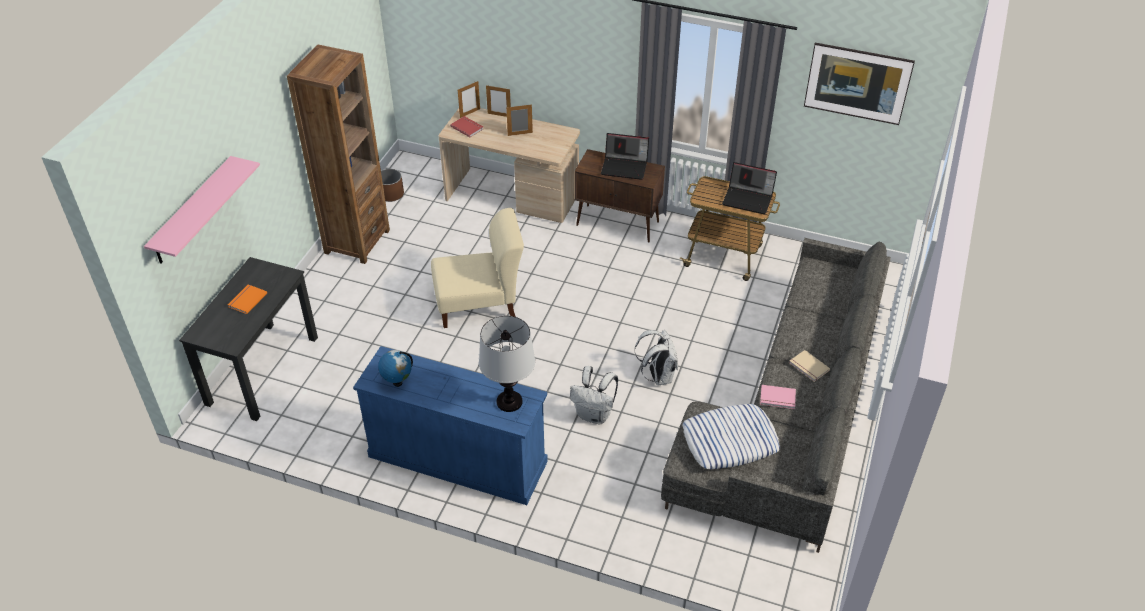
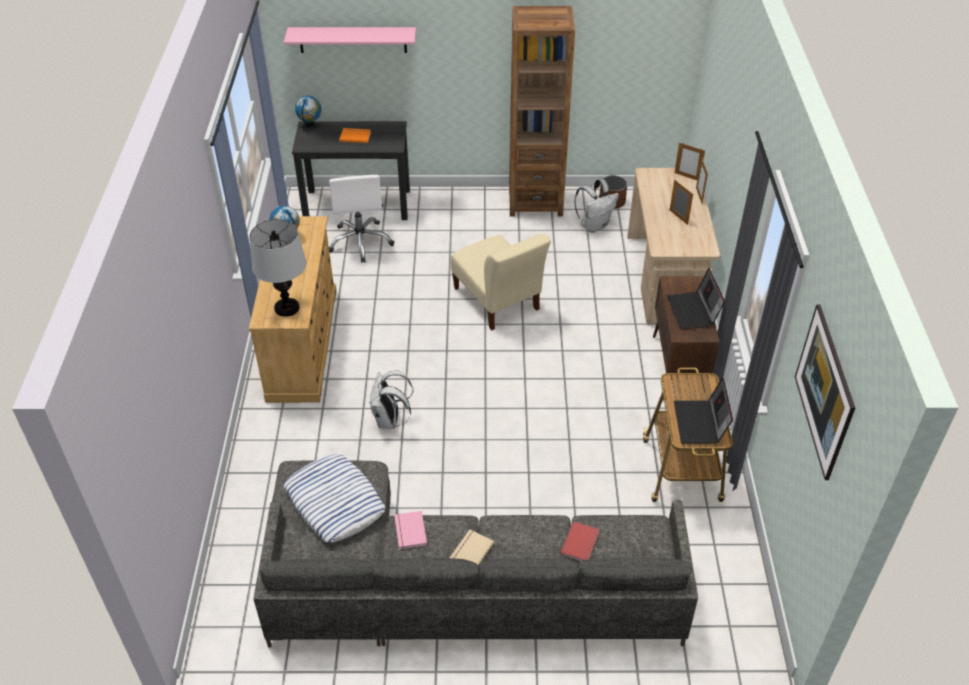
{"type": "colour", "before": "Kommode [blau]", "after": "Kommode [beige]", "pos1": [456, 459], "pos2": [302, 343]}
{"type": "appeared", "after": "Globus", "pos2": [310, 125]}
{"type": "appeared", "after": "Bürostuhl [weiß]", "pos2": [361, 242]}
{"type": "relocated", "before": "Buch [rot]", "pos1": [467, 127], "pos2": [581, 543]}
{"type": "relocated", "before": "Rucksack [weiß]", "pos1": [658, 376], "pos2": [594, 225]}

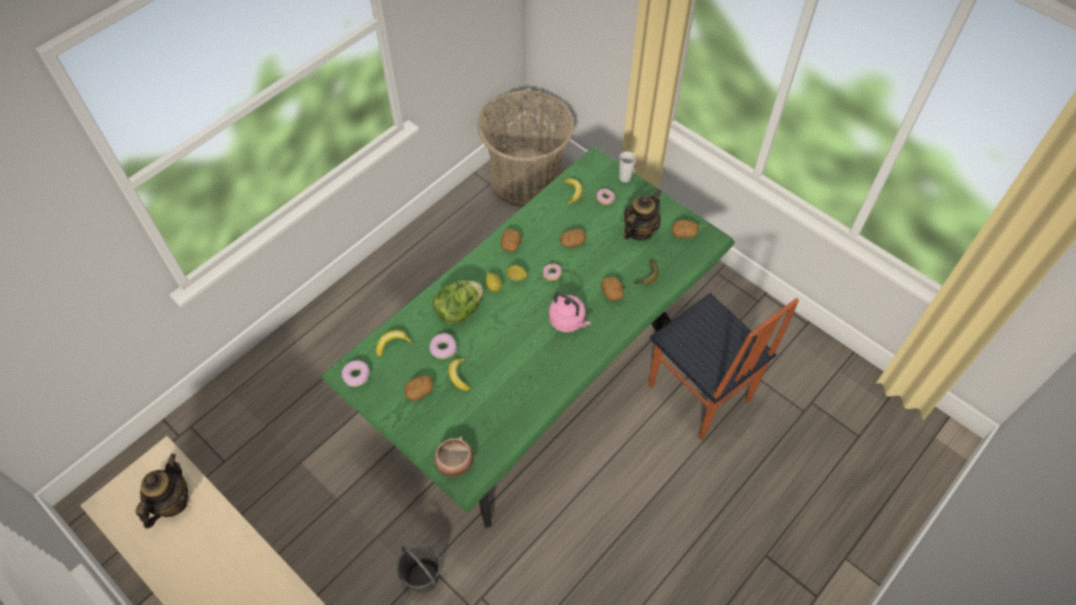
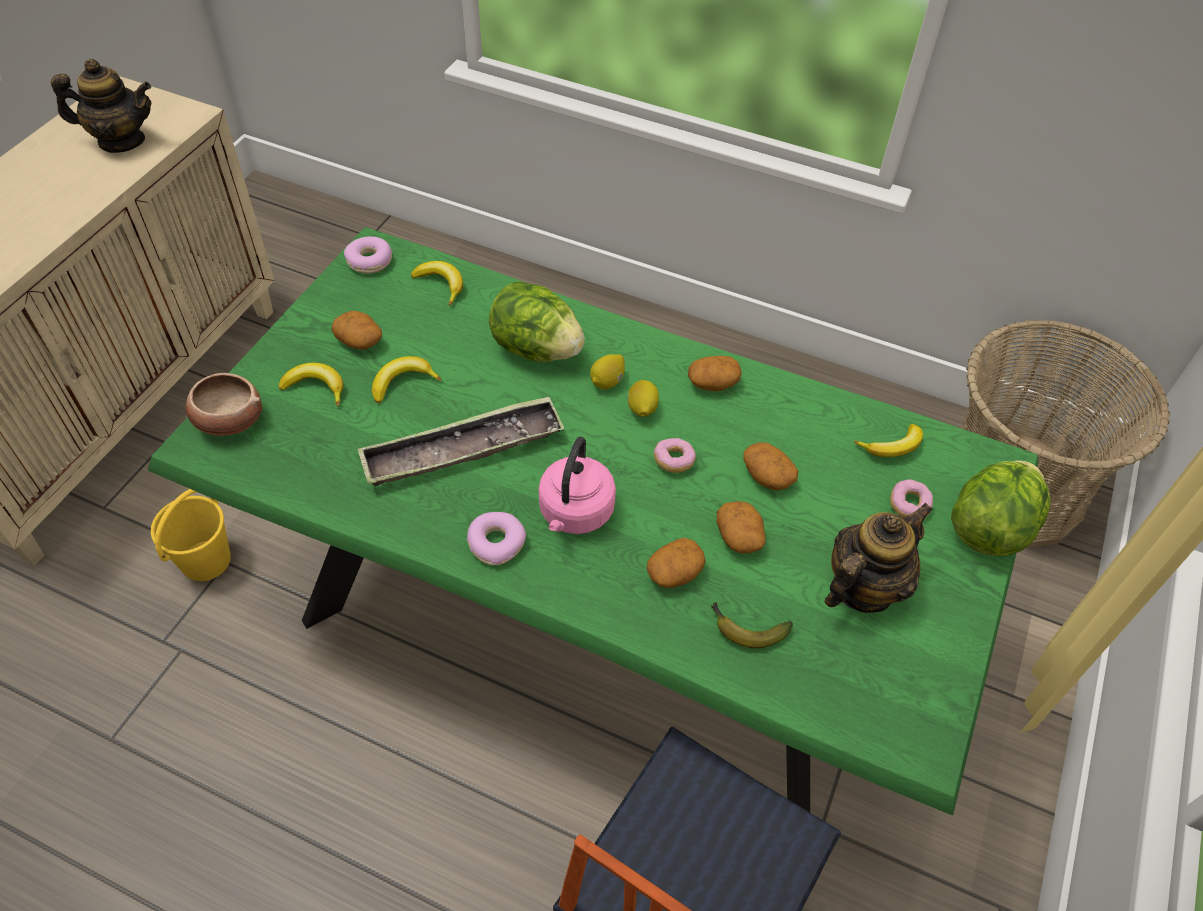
{"type": "colour", "before": "Eimer [grau]", "after": "Eimer [gelb]", "pos1": [423, 578], "pos2": [205, 561]}
{"type": "appeared", "after": "Banane", "pos2": [316, 387]}
{"type": "appeared", "after": "Tablett", "pos2": [462, 449]}
{"type": "relocated", "before": "Donut", "pos1": [443, 348], "pos2": [496, 542]}
{"type": "relocated", "before": "Kartoffel", "pos1": [684, 233], "pos2": [739, 537]}
{"type": "spun", "before": "Teekanne", "pos1": [639, 230], "pos2": [862, 587], "turn": -60}
{"type": "exchanged", "before": "Tasse", "after": "Salatkopf", "pos1": [625, 178], "pos2": [989, 528]}

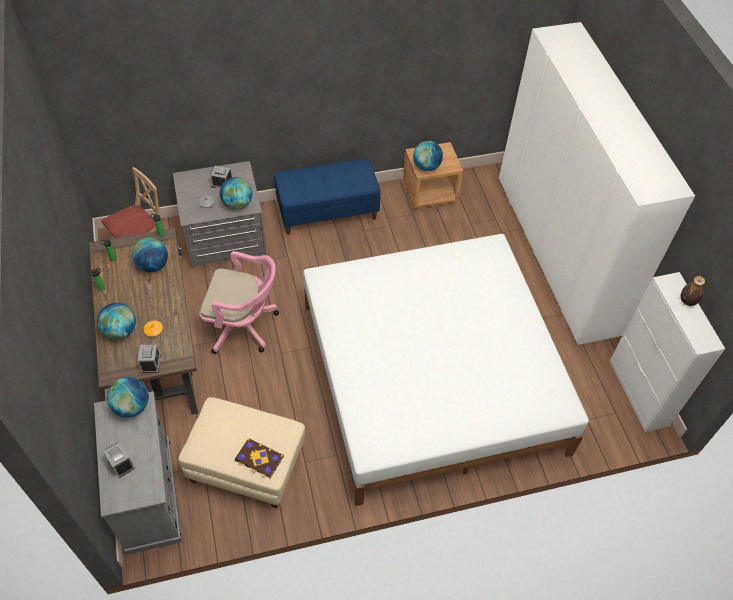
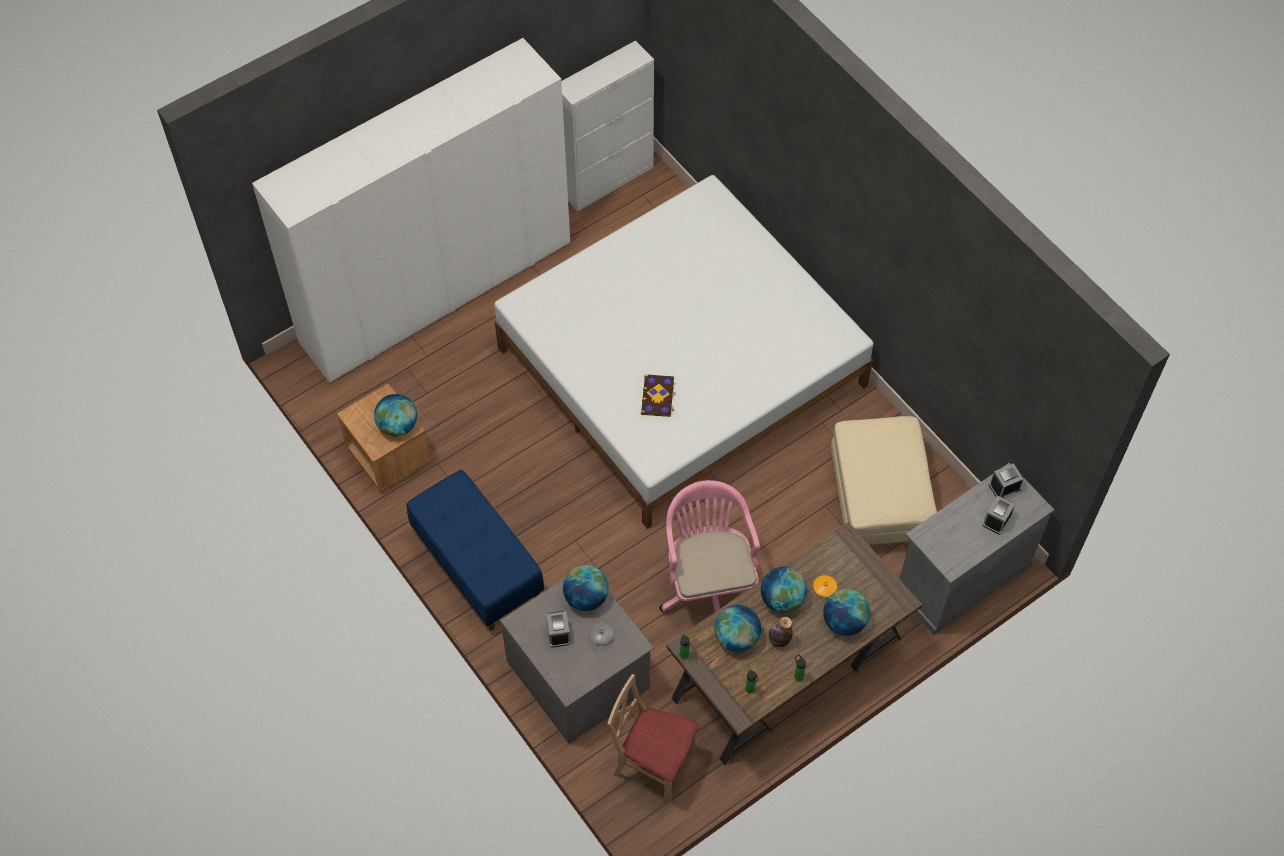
{"type": "relocated", "before": "Buch", "pos1": [259, 459], "pos2": [658, 396]}
{"type": "relocated", "before": "Globus", "pos1": [132, 406], "pos2": [782, 599]}
{"type": "relocated", "before": "Flasche", "pos1": [687, 301], "pos2": [779, 640]}
{"type": "relocated", "before": "Wecker", "pos1": [151, 363], "pos2": [1004, 487]}

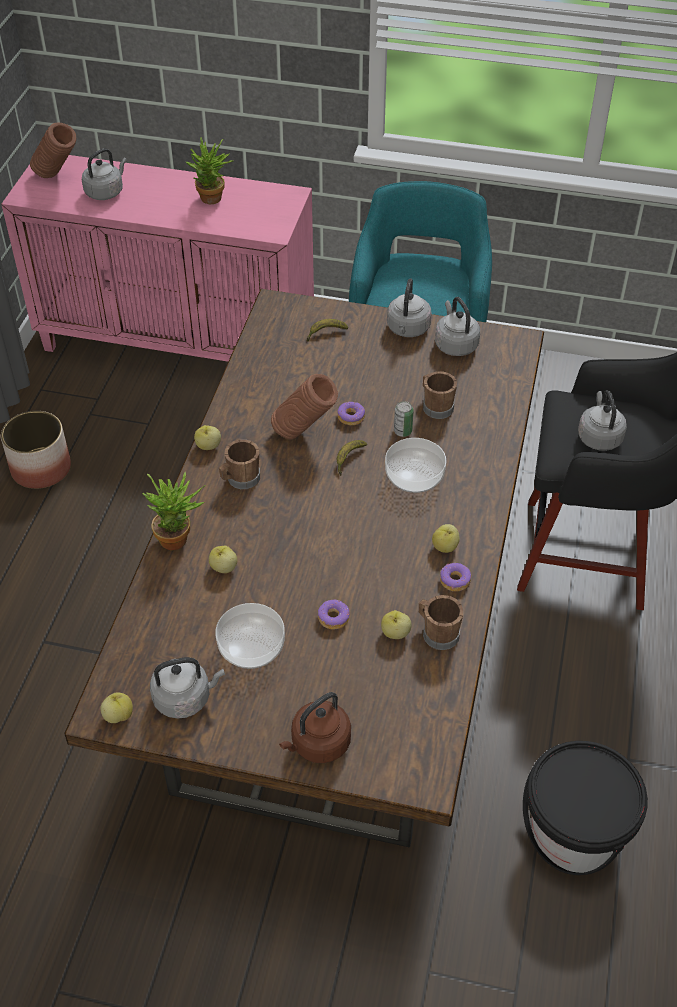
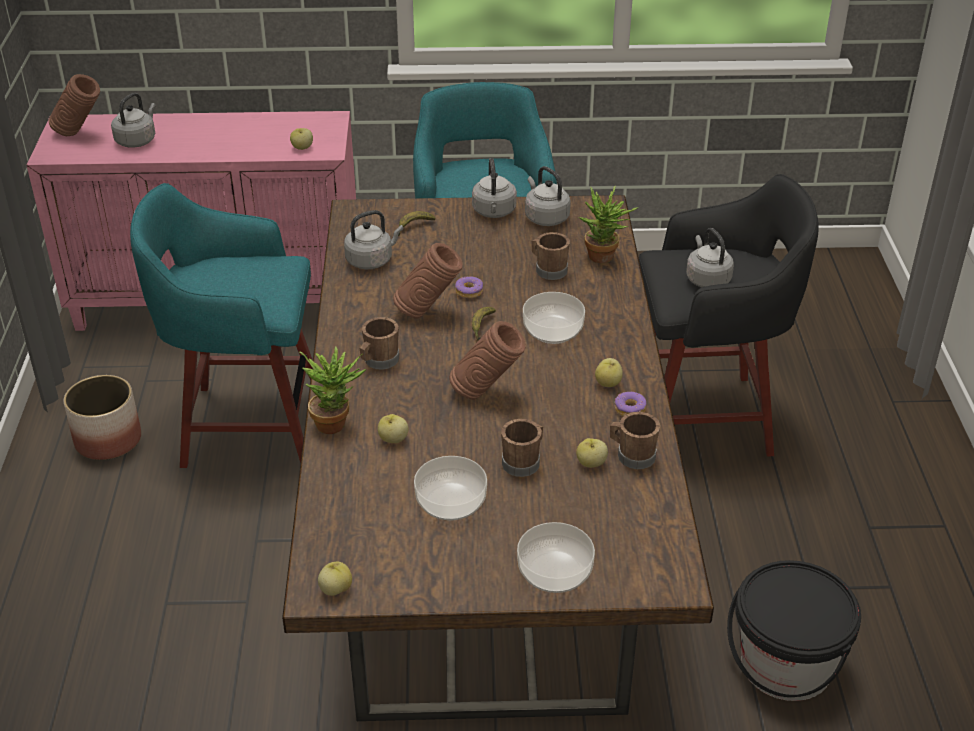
{"type": "appeared", "after": "Hocker [türkis]", "pos2": [247, 426]}
{"type": "relocated", "before": "Apfel", "pos1": [208, 446], "pos2": [302, 148]}
{"type": "relocated", "before": "Wasserkessel [grau]", "pos1": [185, 698], "pos2": [371, 260]}
{"type": "appeared", "after": "Vase [braun]", "pos2": [487, 393]}
{"type": "exchanged", "before": "Donut", "after": "Henkelbecher [braun]", "pos1": [333, 618], "pos2": [523, 462]}
{"type": "exchanged", "before": "Wasserkessel [braun]", "after": "Schüssel", "pos1": [318, 744], "pos2": [555, 573]}
{"type": "relocated", "before": "Topfpflanze", "pos1": [212, 201], "pos2": [604, 259]}
{"type": "missing", "before": "Dose", "pos1": [402, 431]}

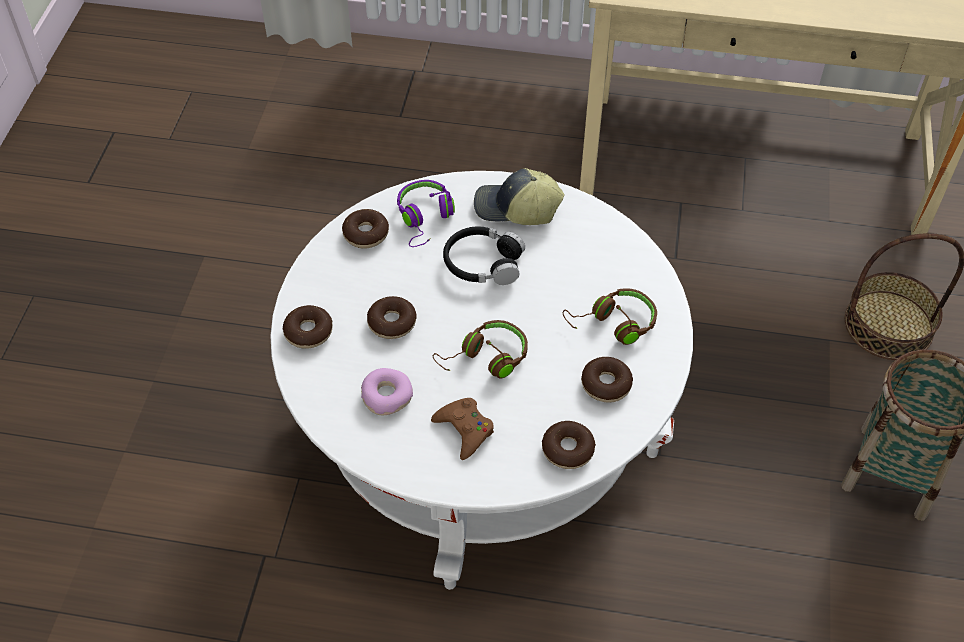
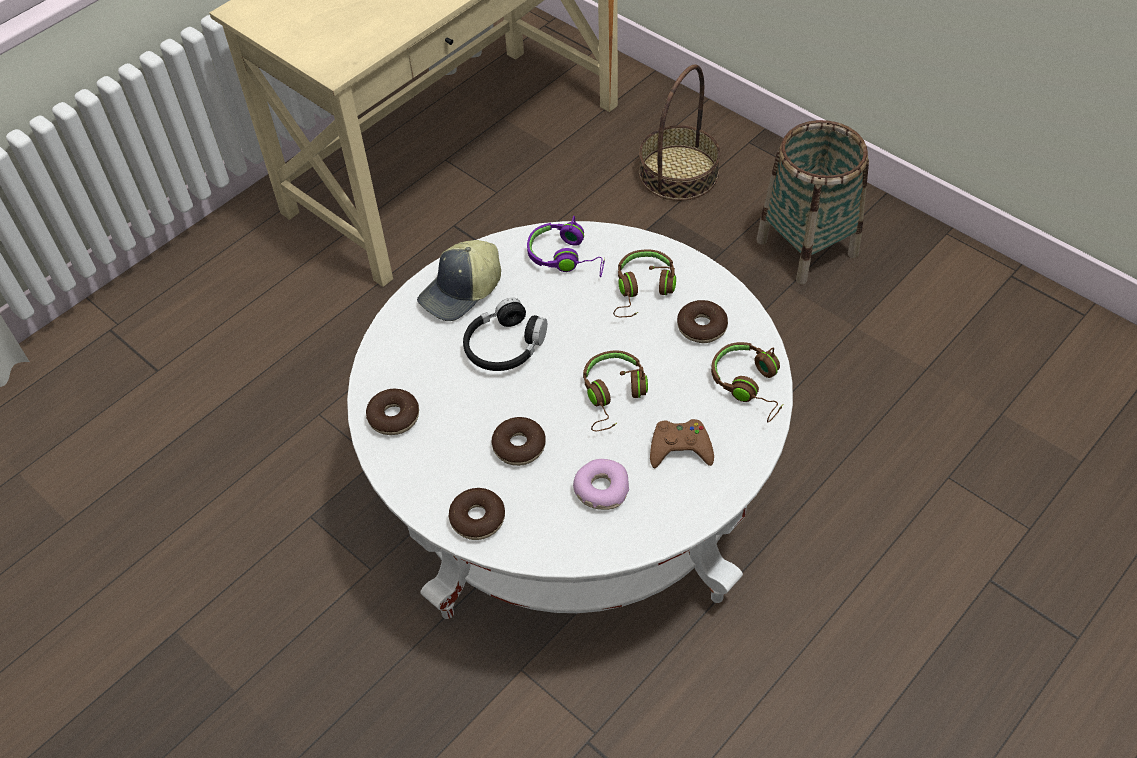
{"type": "relocated", "before": "Kopfhörer [lila]", "pos1": [425, 218], "pos2": [567, 257]}
{"type": "exchanged", "before": "Donut", "after": "Kopfhörer [braun]", "pos1": [567, 450], "pos2": [750, 386]}

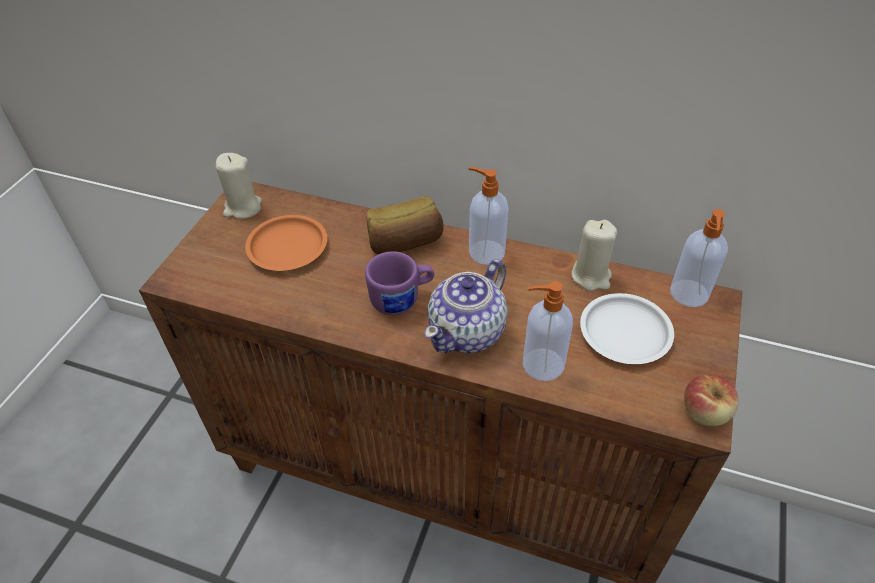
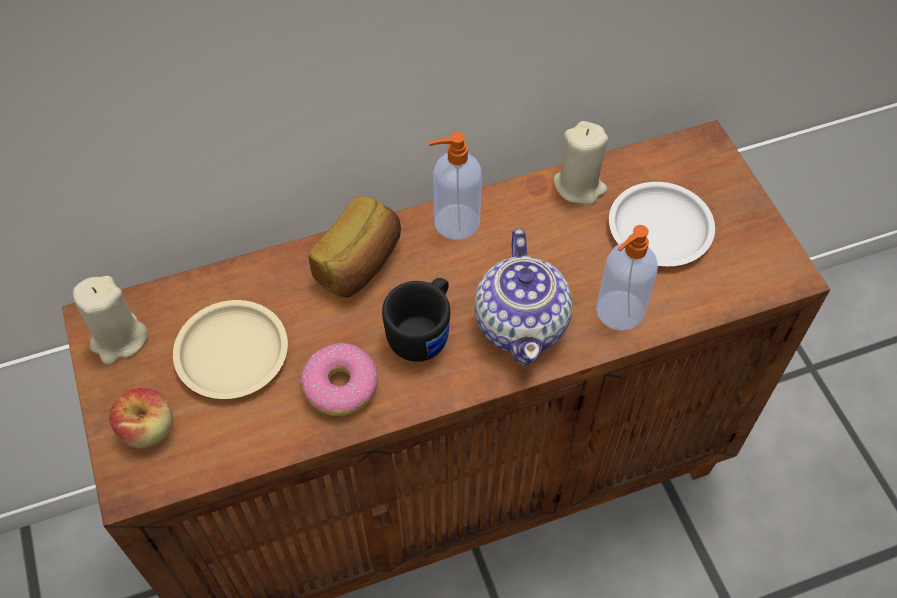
{"type": "relocated", "before": "Apfel", "pos1": [705, 412], "pos2": [149, 429]}
{"type": "colour", "before": "Teller [orange]", "after": "Teller [beige]", "pos1": [287, 248], "pos2": [232, 354]}
{"type": "appeared", "after": "Donut", "pos2": [341, 387]}
{"type": "colour", "before": "Henkelbecher [lila]", "after": "Henkelbecher [schwarz]", "pos1": [402, 300], "pos2": [424, 332]}
{"type": "missing", "before": "Seifenspender", "pos1": [689, 294]}

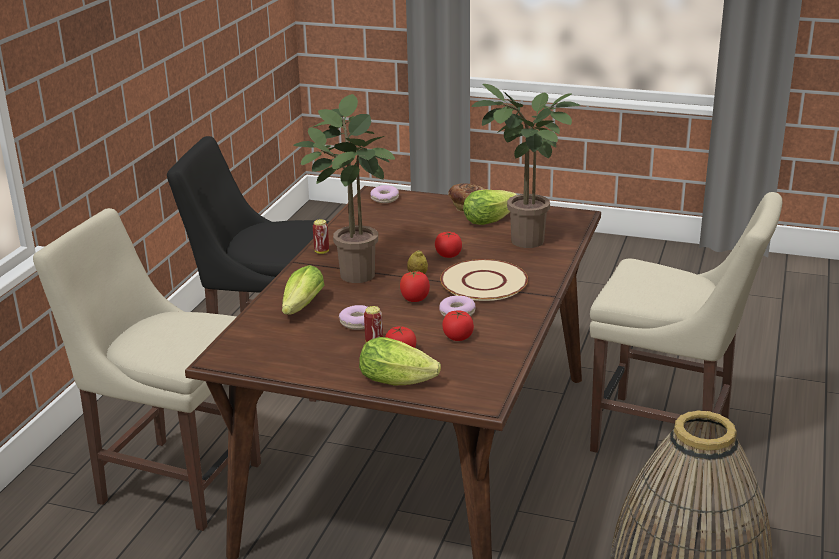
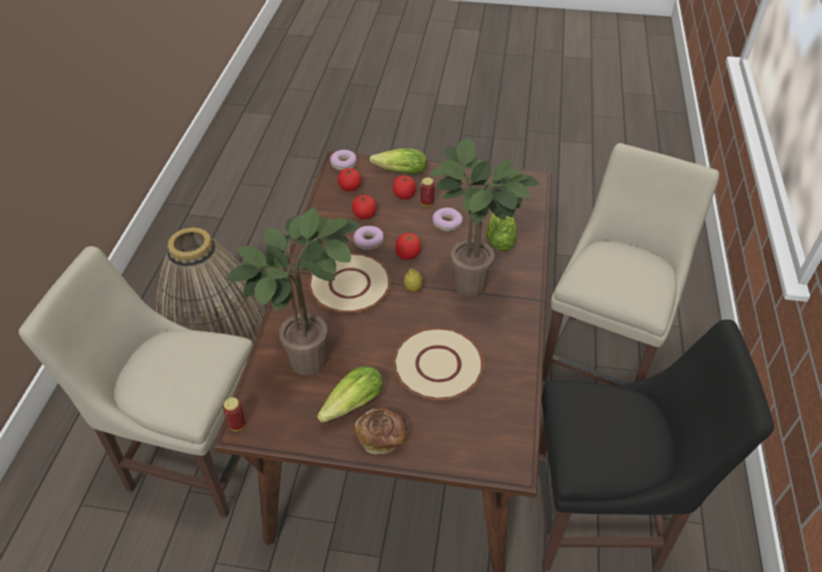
{"type": "relocated", "before": "Dose", "pos1": [321, 251], "pos2": [237, 425]}
{"type": "relocated", "before": "Donut", "pos1": [384, 199], "pos2": [343, 163]}
{"type": "relocated", "before": "Tomate", "pos1": [448, 255], "pos2": [350, 187]}
{"type": "appeared", "after": "Teller [beige]", "pos2": [438, 365]}
{"type": "spun", "before": "Stuhl [beige]", "pos1": [174, 480], "pos2": [601, 357], "turn": -75}

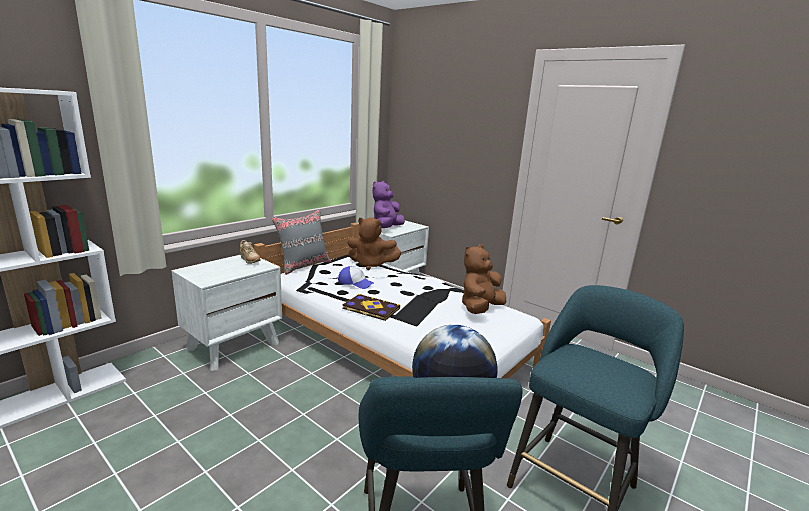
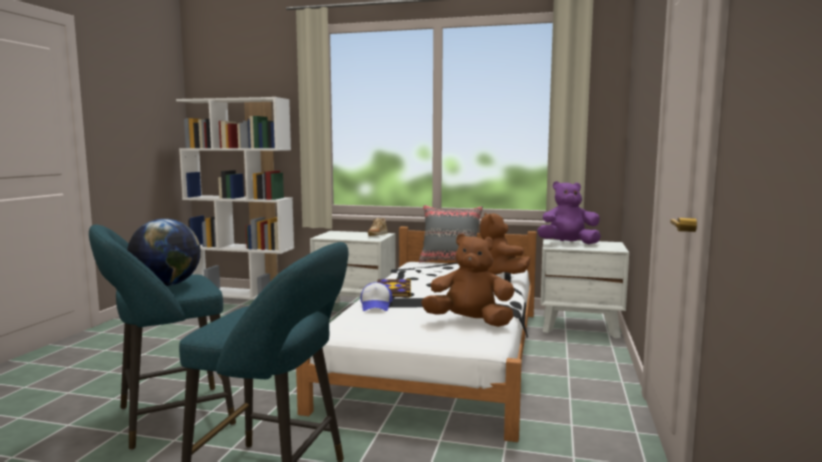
{"type": "relocated", "before": "Kappe", "pos1": [355, 283], "pos2": [376, 305]}

